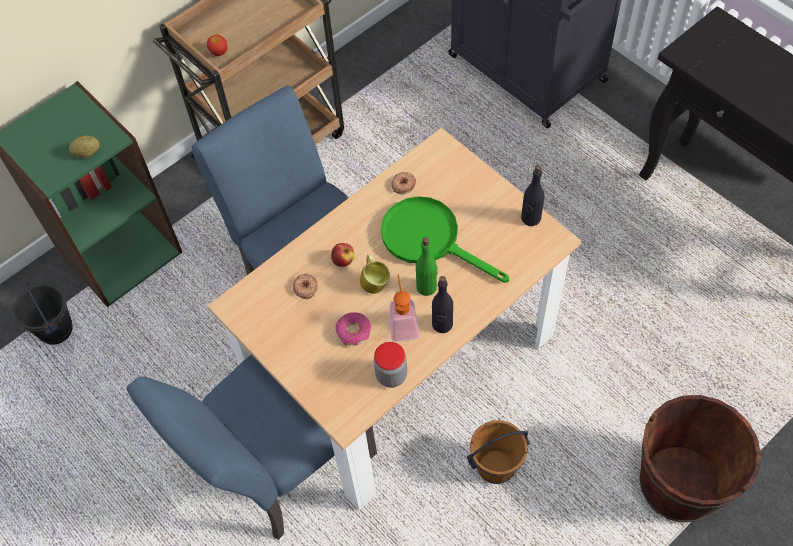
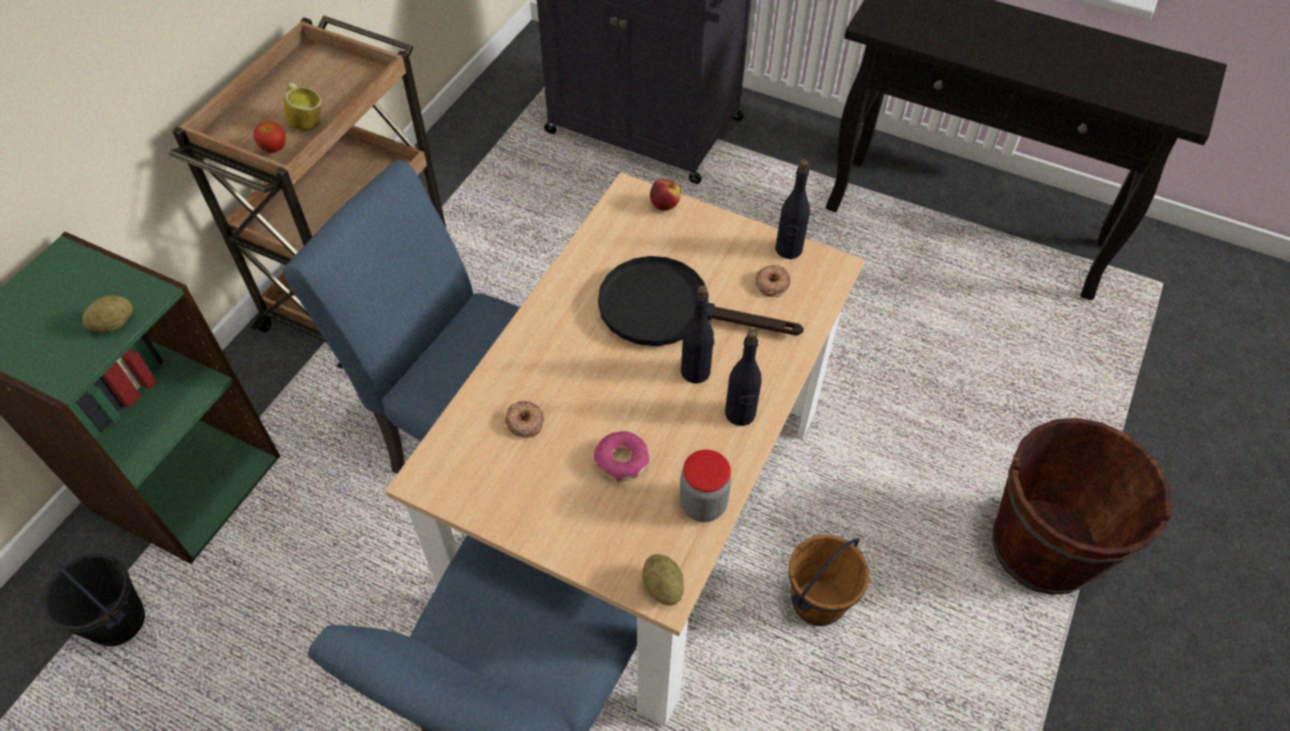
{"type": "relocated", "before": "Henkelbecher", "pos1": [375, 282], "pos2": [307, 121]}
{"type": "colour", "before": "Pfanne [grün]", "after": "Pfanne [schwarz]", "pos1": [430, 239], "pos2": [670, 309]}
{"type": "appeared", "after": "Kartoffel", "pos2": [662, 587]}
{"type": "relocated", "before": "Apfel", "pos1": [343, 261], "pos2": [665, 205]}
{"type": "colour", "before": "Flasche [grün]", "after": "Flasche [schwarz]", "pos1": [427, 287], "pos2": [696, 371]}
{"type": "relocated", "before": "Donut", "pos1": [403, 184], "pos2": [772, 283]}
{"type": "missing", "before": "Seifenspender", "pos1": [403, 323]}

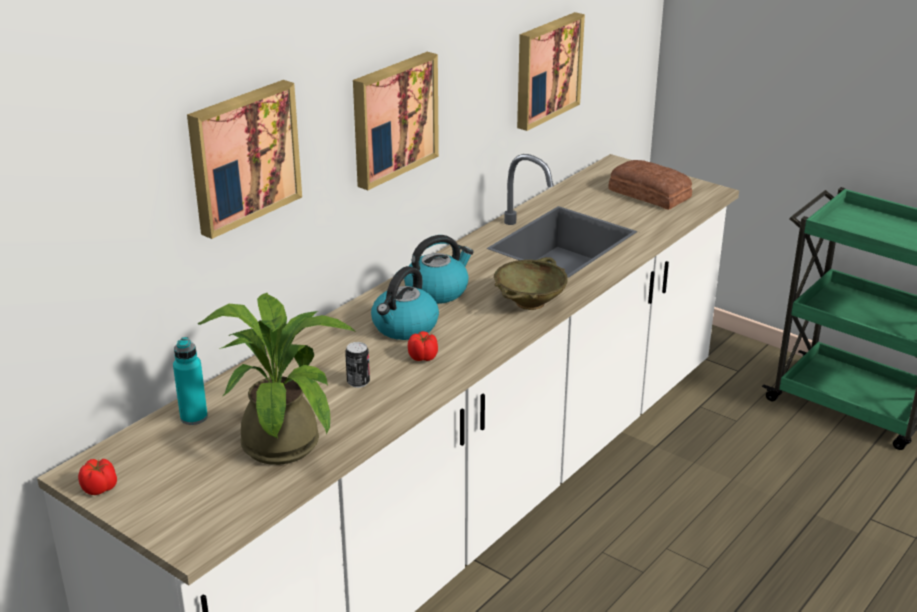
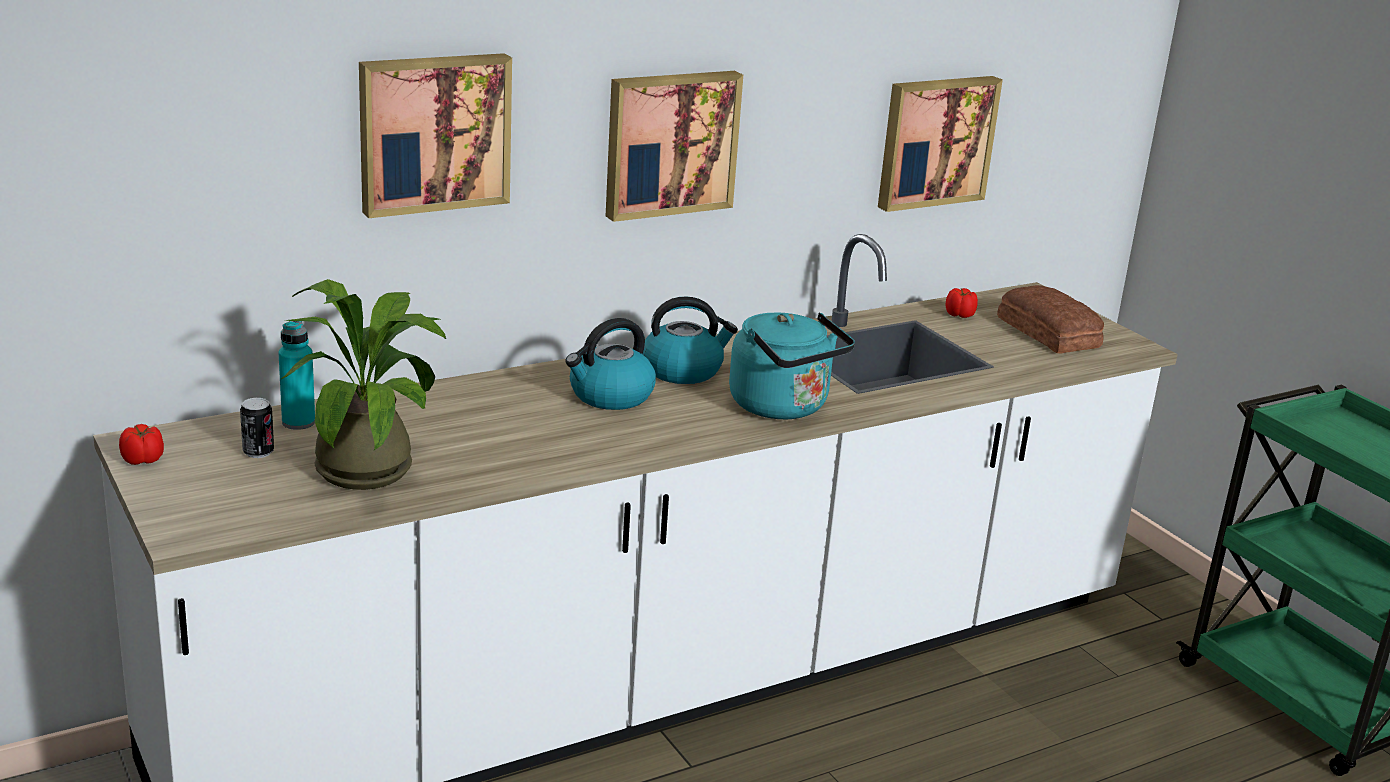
{"type": "relocated", "before": "Dose", "pos1": [358, 382], "pos2": [258, 452]}
{"type": "exchanged", "before": "Schüssel [beige]", "after": "Wasserkessel [türkis]", "pos1": [529, 303], "pos2": [783, 407]}
{"type": "relocated", "before": "Tomate", "pos1": [423, 357], "pos2": [960, 315]}

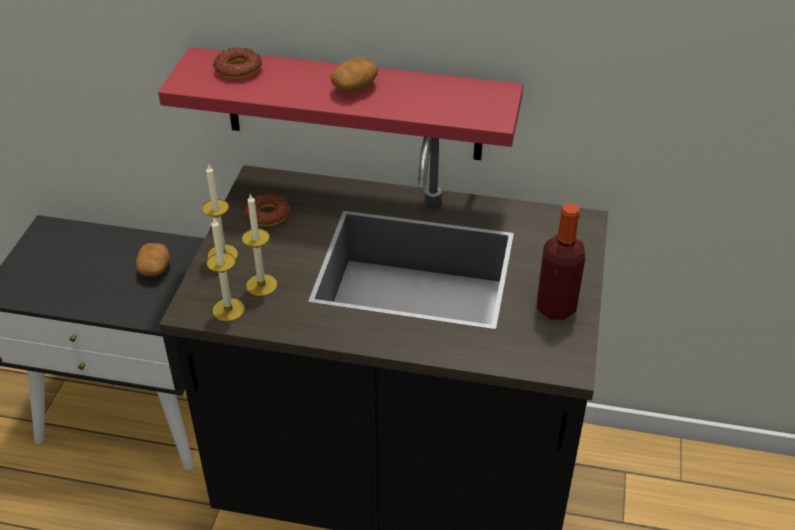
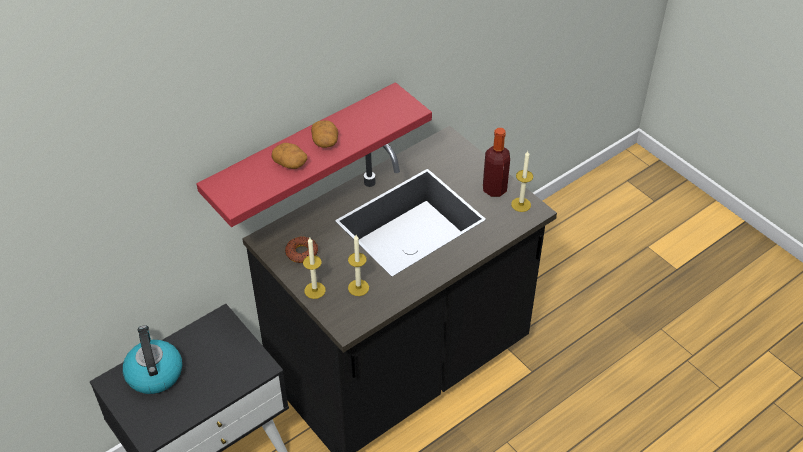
{"type": "appeared", "after": "Wasserkessel", "pos2": [154, 373]}
{"type": "relocated", "before": "Kartoffel", "pos1": [154, 269], "pos2": [290, 163]}
{"type": "relocated", "before": "Kerze", "pos1": [228, 310], "pos2": [521, 204]}
{"type": "missing", "before": "Donut", "pos1": [238, 69]}

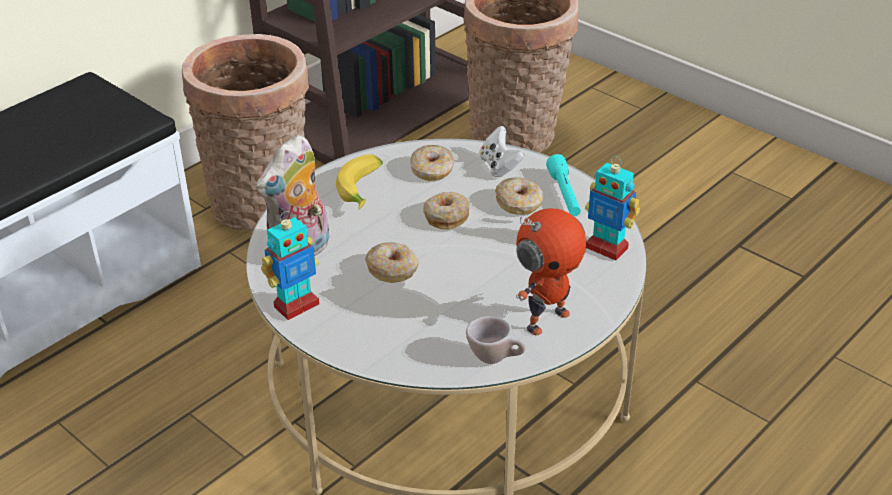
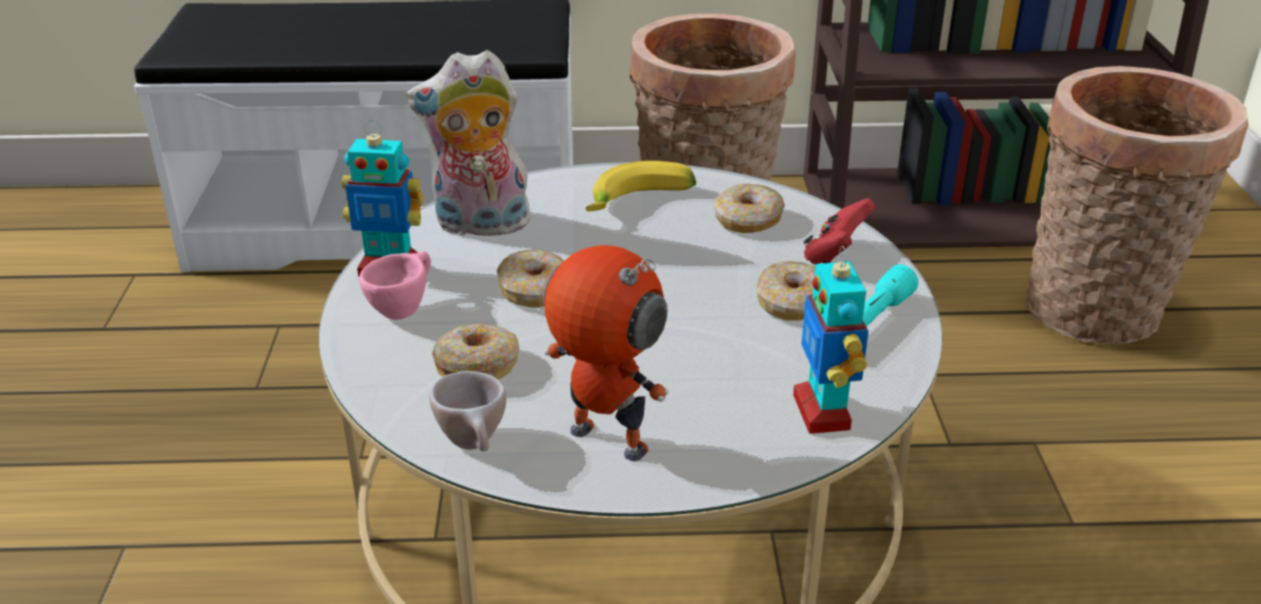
{"type": "appeared", "after": "Tasse [rosa]", "pos2": [403, 308]}
{"type": "relocated", "before": "Donut", "pos1": [446, 217], "pos2": [477, 365]}
{"type": "spun", "before": "Spielzeugroboter", "pos1": [546, 319], "pos2": [605, 443], "turn": -150}
{"type": "colour", "before": "Gamepad [weiß]", "after": "Gamepad [rot]", "pos1": [499, 166], "pos2": [835, 254]}

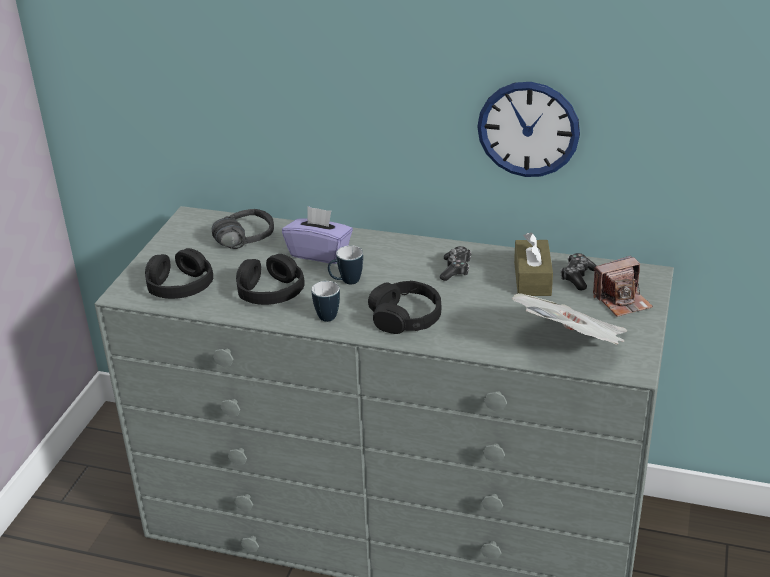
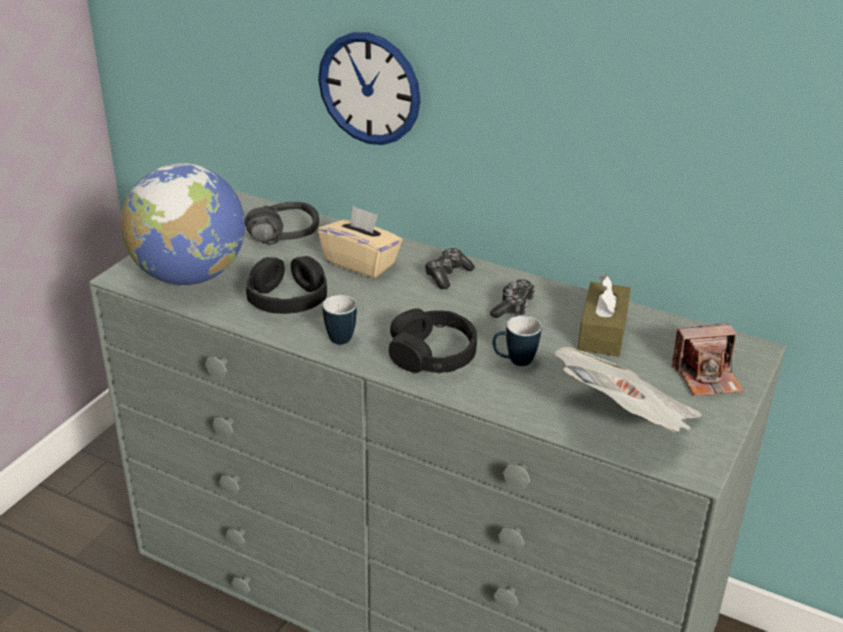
{"type": "exchanged", "before": "Kopfhörer [schwarz]", "after": "Globus", "pos1": [180, 285], "pos2": [190, 276]}
{"type": "relocated", "before": "Wanduhr", "pos1": [528, 129], "pos2": [369, 89]}
{"type": "colour", "before": "Taschentuchbox [lila]", "after": "Taschentuchbox [beige]", "pos1": [319, 253], "pos2": [361, 263]}
{"type": "relocated", "before": "Gamepad", "pos1": [577, 277], "pos2": [447, 275]}
{"type": "relocated", "before": "Henkelbecher", "pos1": [346, 282], "pos2": [514, 361]}

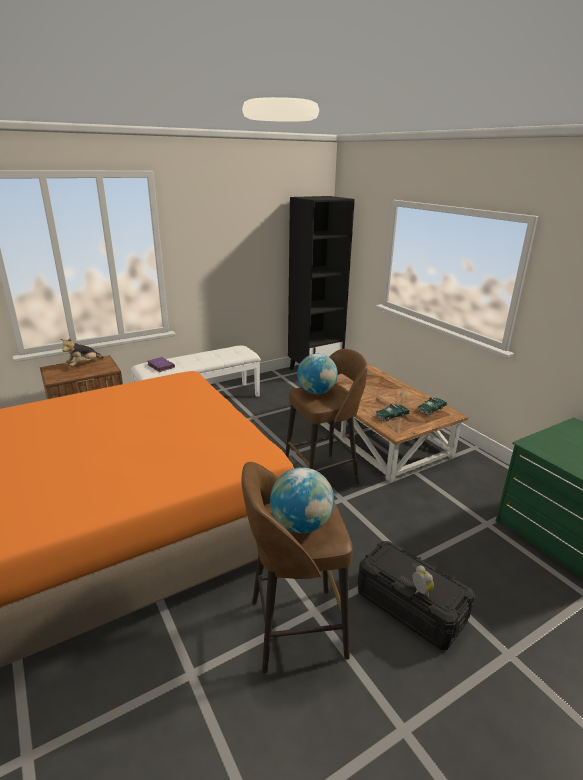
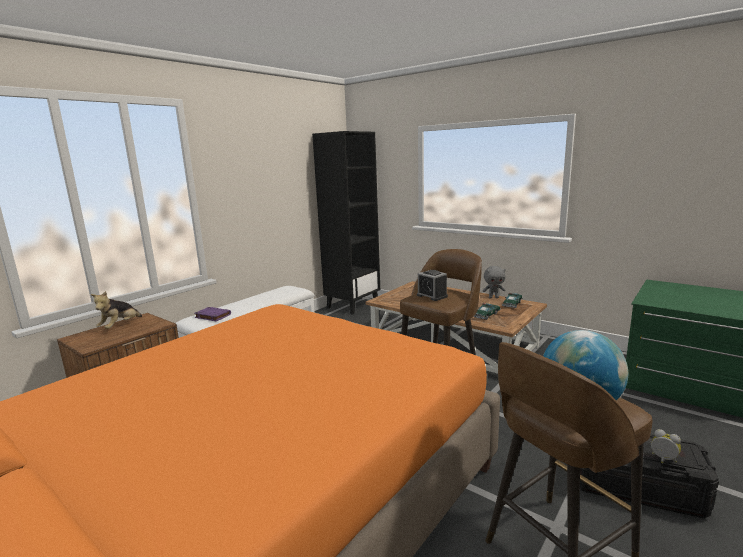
{"type": "exchanged", "before": "Globus", "after": "Wecker", "pos1": [316, 392], "pos2": [432, 296]}
{"type": "appeared", "after": "Plüschtier [grau]", "pos2": [493, 297]}

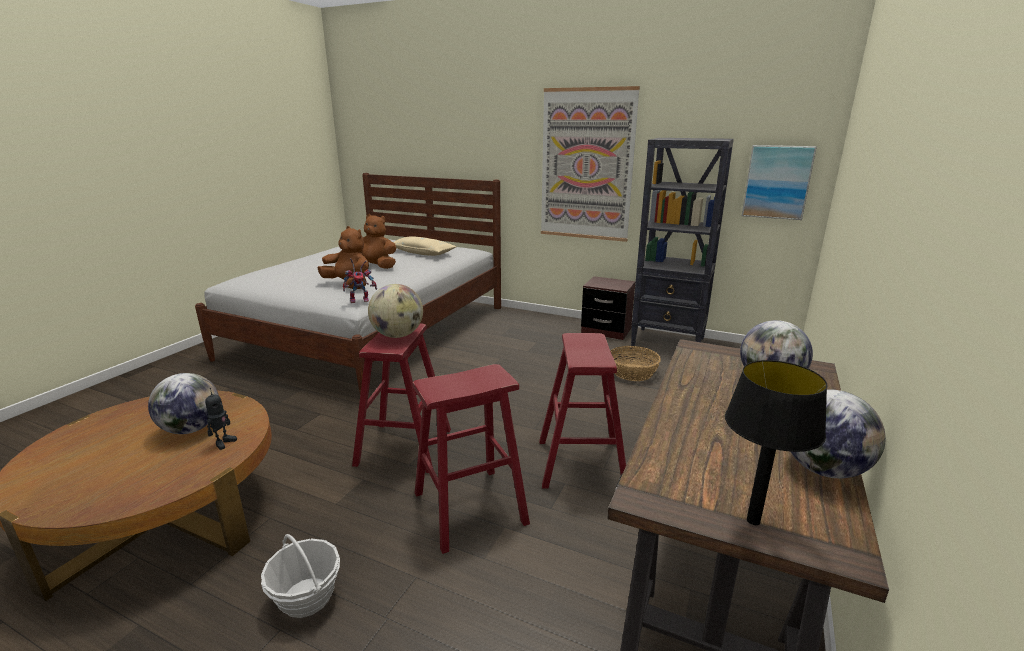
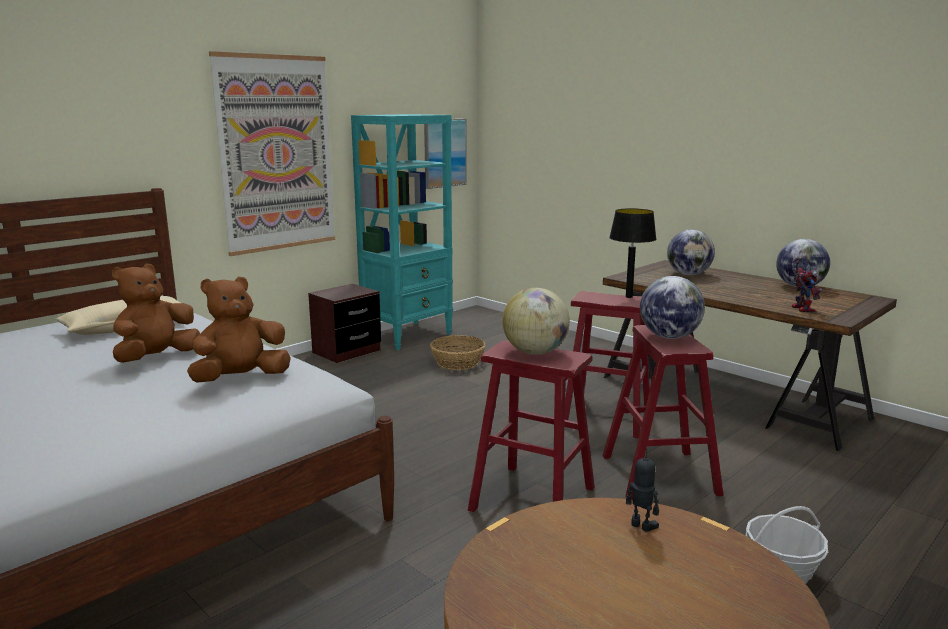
{"type": "colour", "before": "Bücherregal [schwarz]", "after": "Bücherregal [türkis]", "pos1": [668, 342], "pos2": [408, 335]}
{"type": "relocated", "before": "Tischlampe [schwarz]", "pos1": [754, 520], "pos2": [629, 297]}
{"type": "relocated", "before": "Globus", "pos1": [191, 429], "pos2": [669, 337]}
{"type": "relocated", "before": "Spielzeugroboter", "pos1": [361, 300], "pos2": [799, 309]}

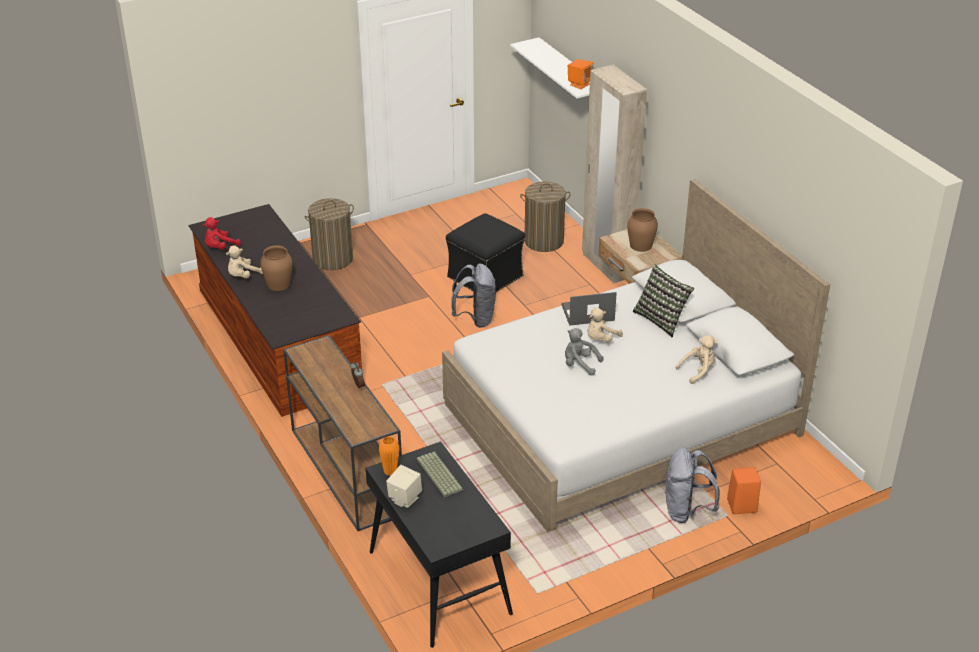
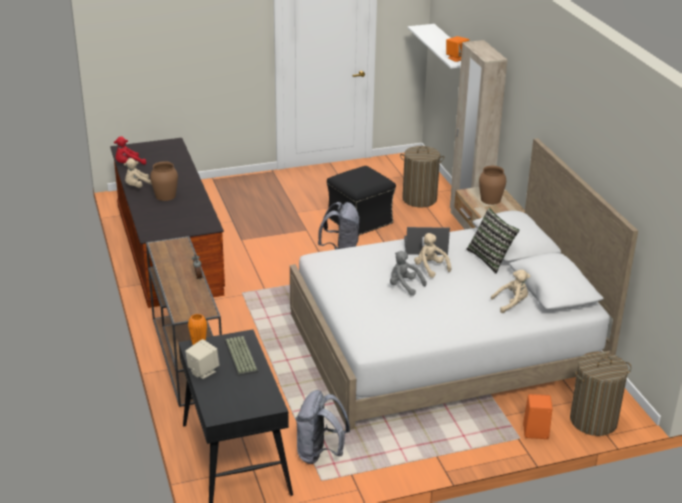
{"type": "relocated", "before": "Rucksack [grau]", "pos1": [686, 511], "pos2": [320, 453]}
{"type": "spun", "before": "Plüschtier [beige]", "pos1": [601, 339], "pos2": [430, 268], "turn": 90}
{"type": "relocated", "before": "Wäschekorb", "pos1": [332, 259], "pos2": [593, 421]}

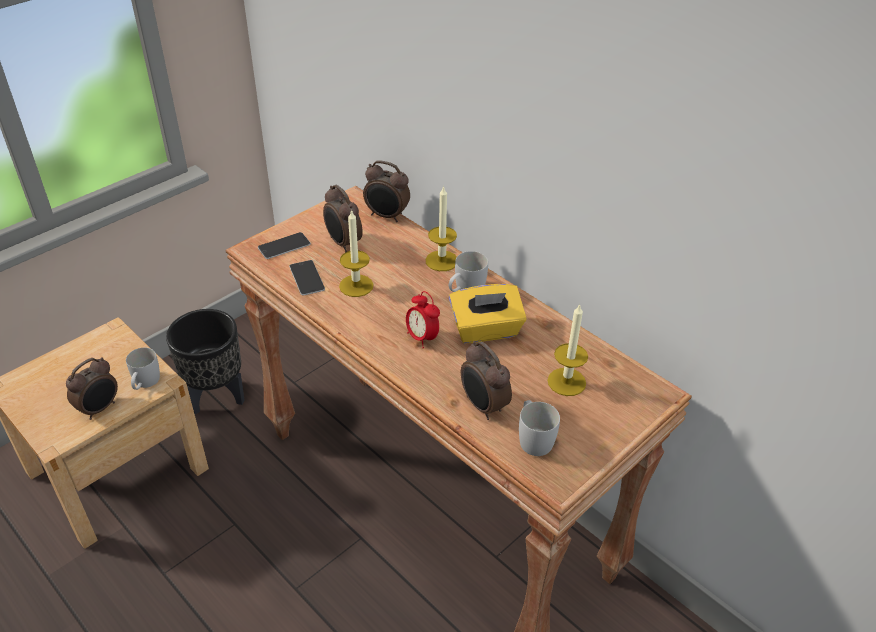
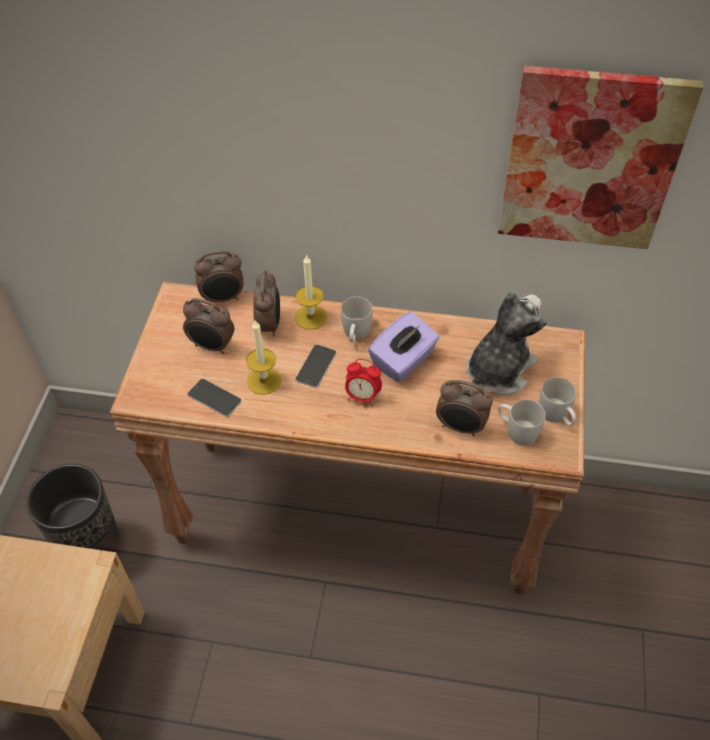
{"type": "relocated", "before": "Wecker", "pos1": [100, 408], "pos2": [269, 325]}
{"type": "relocated", "before": "Handy", "pos1": [284, 246], "pos2": [316, 366]}
{"type": "colour", "before": "Taschentuchbox [gelb]", "after": "Taschentuchbox [lila]", "pos1": [486, 330], "pos2": [403, 361]}
{"type": "exchanged", "before": "Kerze", "after": "Plüschtier", "pos1": [566, 382], "pos2": [498, 370]}
{"type": "appeared", "after": "Bild", "pos2": [590, 160]}
{"type": "relocated", "before": "Henkelbecher [weiß]", "pos1": [145, 383], "pos2": [557, 416]}

